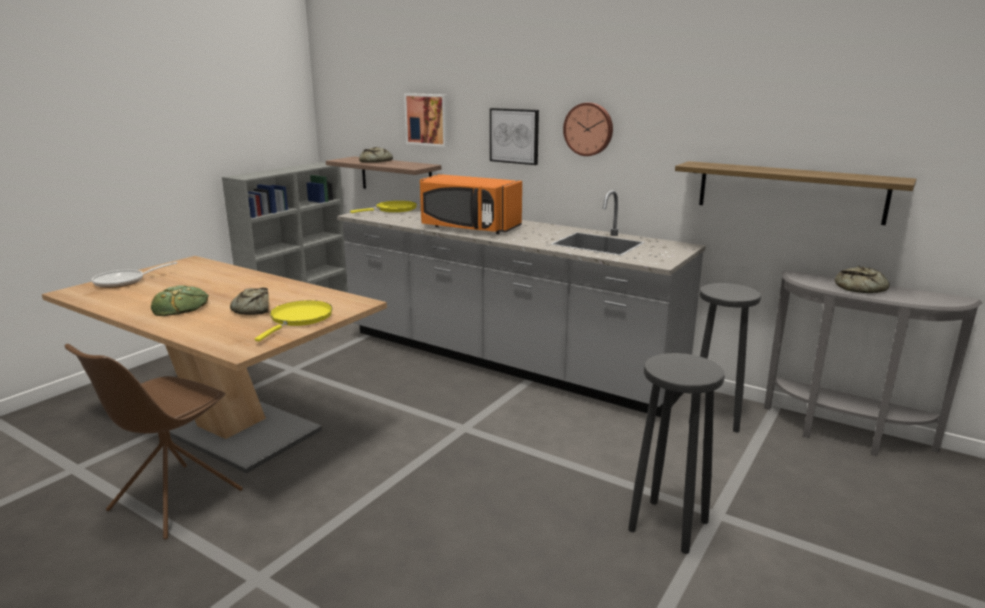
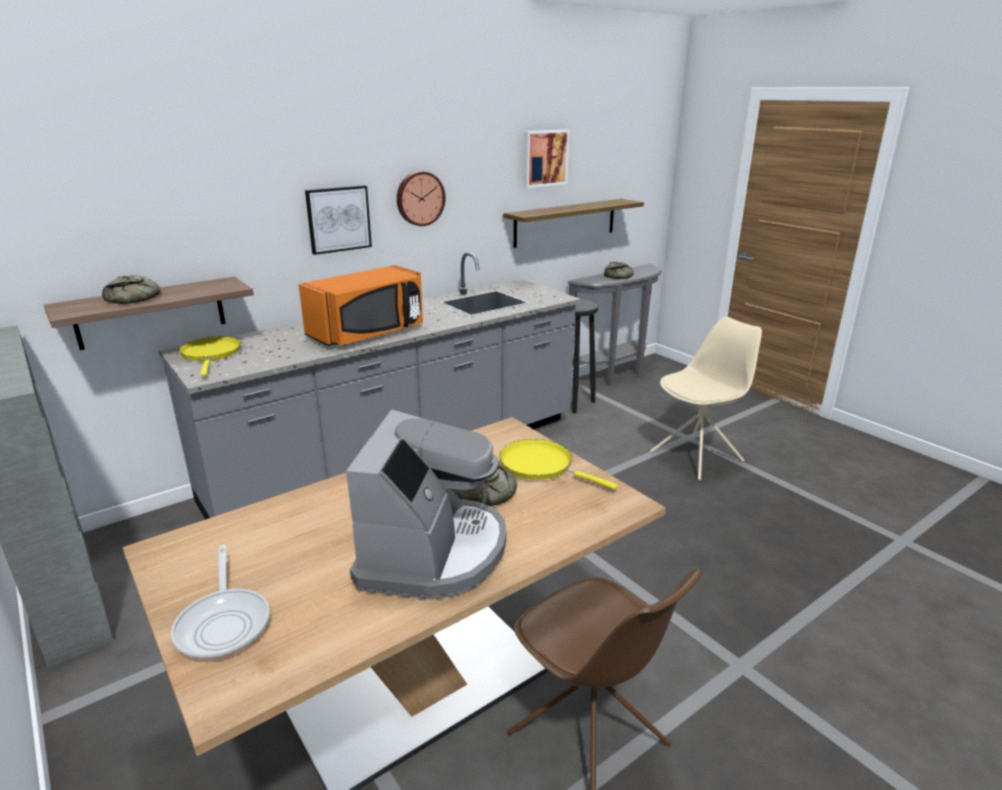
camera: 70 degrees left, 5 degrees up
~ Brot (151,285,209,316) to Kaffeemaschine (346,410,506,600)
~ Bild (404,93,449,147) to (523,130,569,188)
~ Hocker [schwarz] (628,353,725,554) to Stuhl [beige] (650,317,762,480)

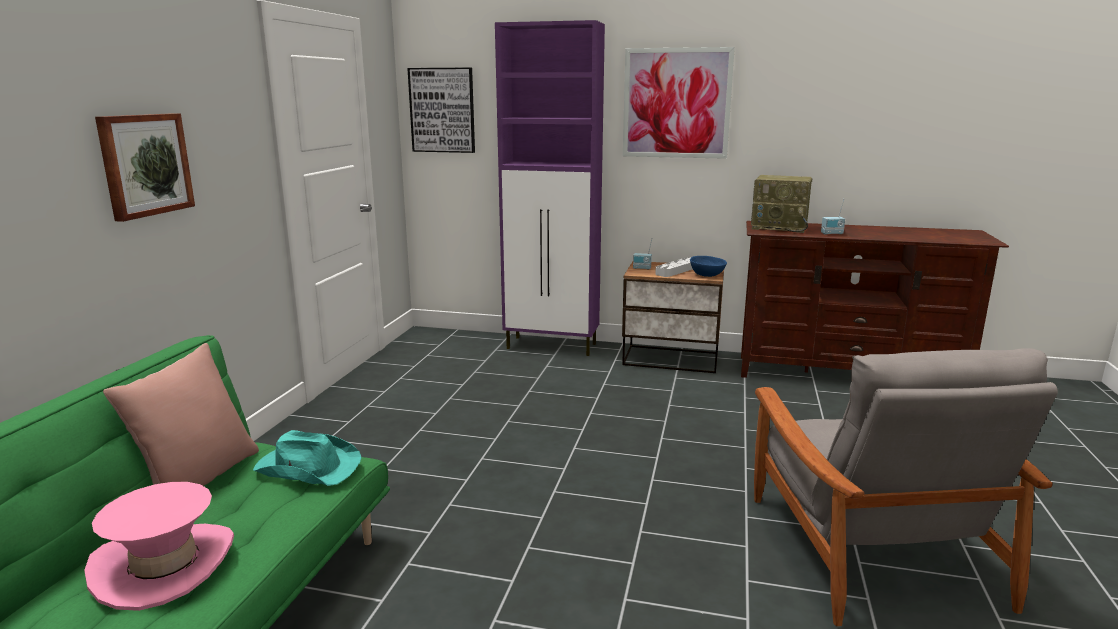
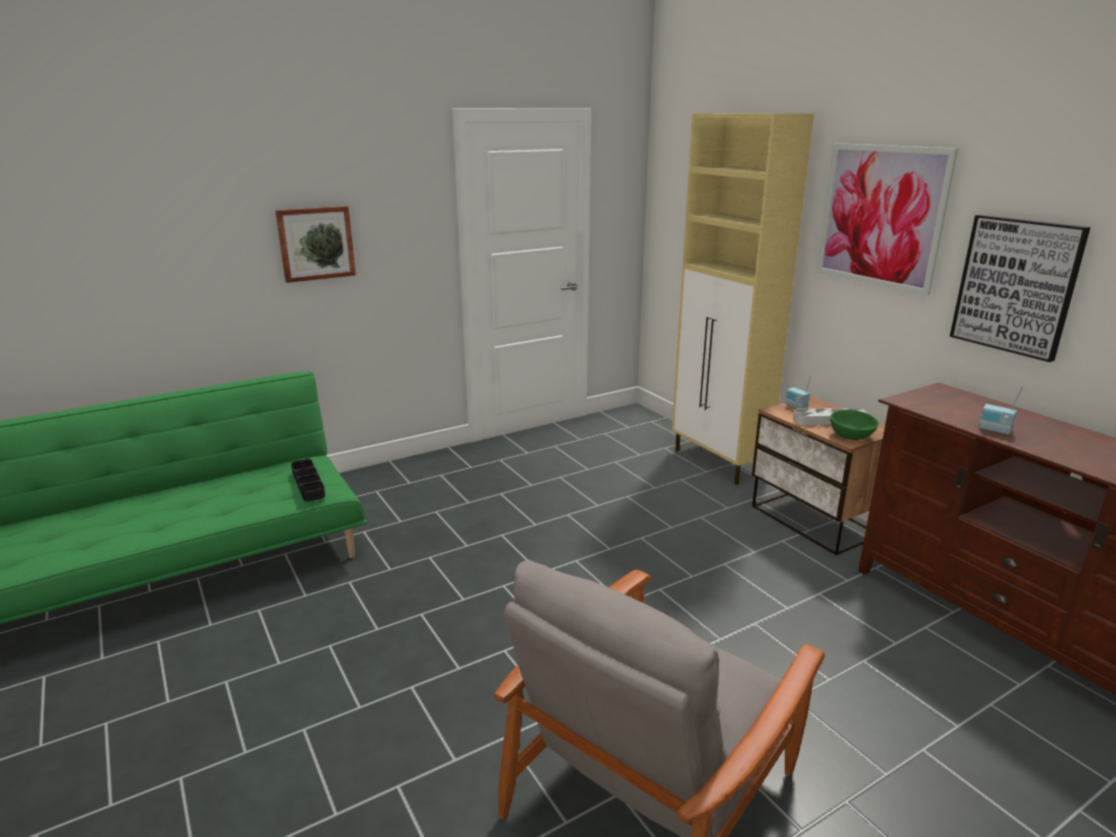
camera: 45 degrees right, 5 degrees up
- Hut [rosa] (84,482,234,611)
- Kissen [rosa] (103,343,259,486)
~ Hut [türkis] (253,430,362,486) to Tablett [schwarz] (291,459,325,501)
~ Bild (407,68,475,153) to (950,215,1091,362)
~ Schrank [lila] (495,20,605,356) to Schrank [beige] (672,113,814,485)
~ Schüssel [blau] (690,256,727,277) to Schüssel [grün] (830,409,879,440)
- Radio (751,175,812,233)

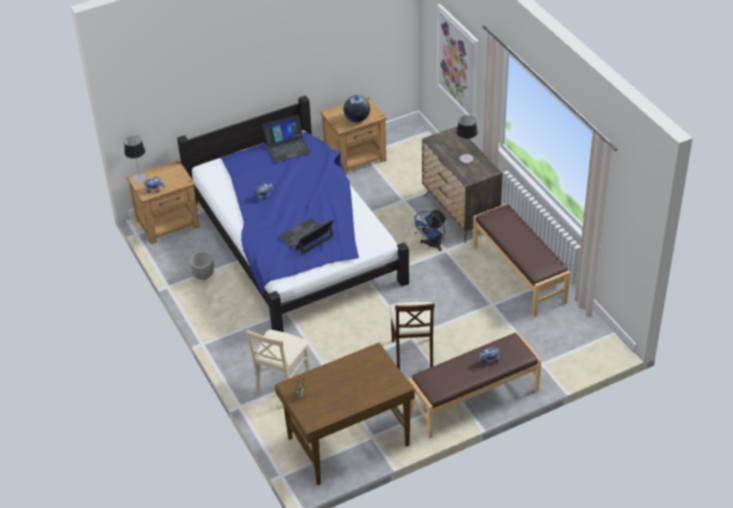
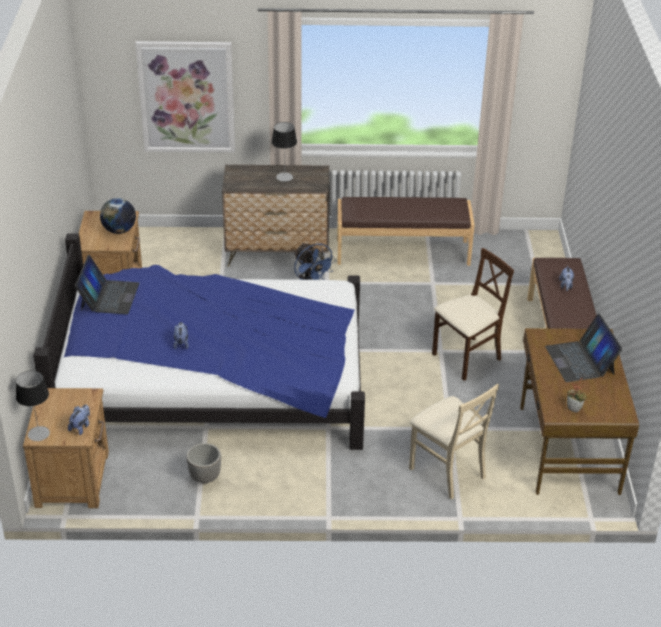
camera: 65 degrees left, 5 degrees down
~ Laptop (279,218,334,255) to (545,314,622,382)
~ Stuhl [beige] (389,302,435,370) = (432,248,514,381) 60 degrees counterclockwise

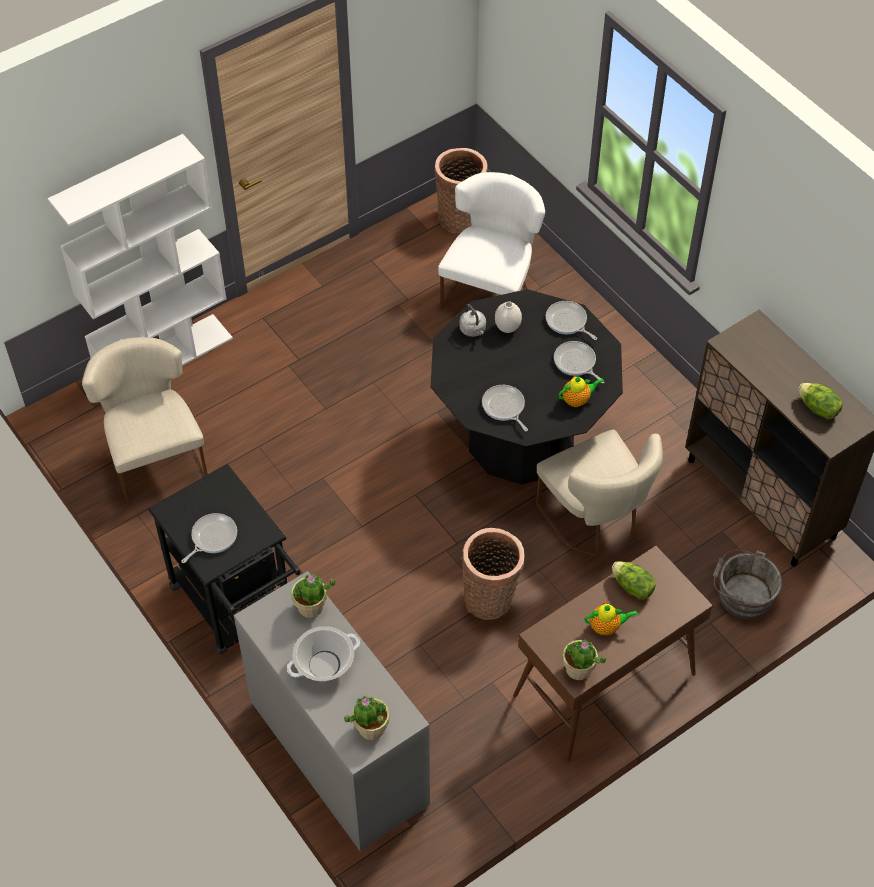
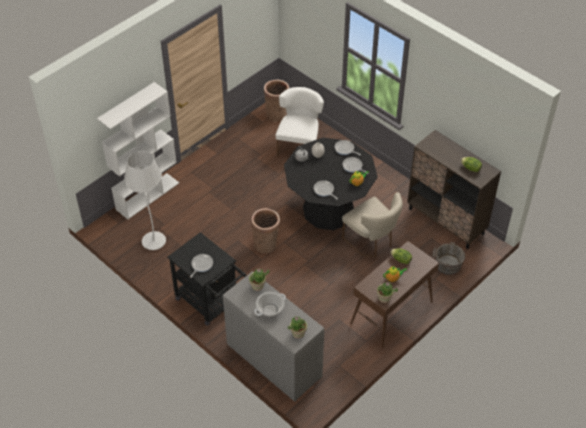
camera: 10 degrees left, 5 degrees down
~ Stuhl [beige] (82,337,208,504) to Stehlampe [weiß] (125,151,166,250)
~ Korb (461,528,525,620) to (251,208,280,253)

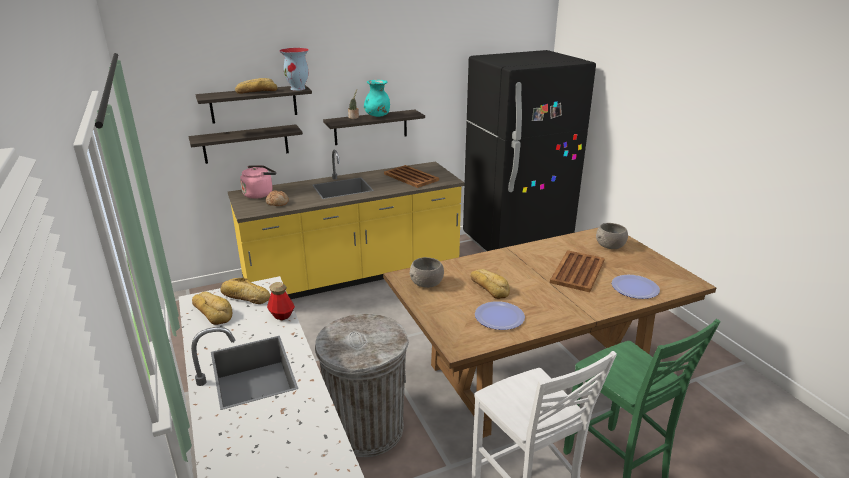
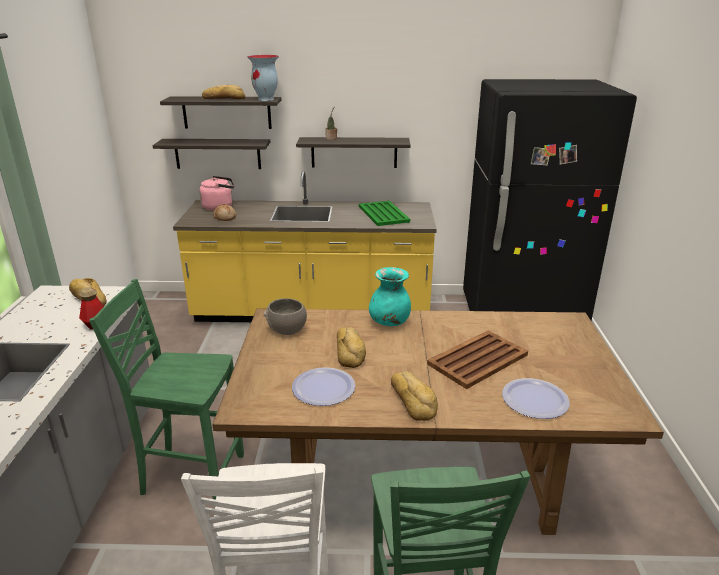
camera: 25 degrees right, 0 degrees up
~ Brot (192,292,232,325) to (391,371,438,421)
~ Mülleimer [grau] (315,313,409,457) to Stuhl [grün] (89,279,244,500)
~ Vase [türkis] (364,80,390,117) to (369,267,411,326)
~ Tablett [braun] (384,165,439,188) to Tablett [grün] (359,201,410,226)
- Schüssel [grau] (596,223,628,249)

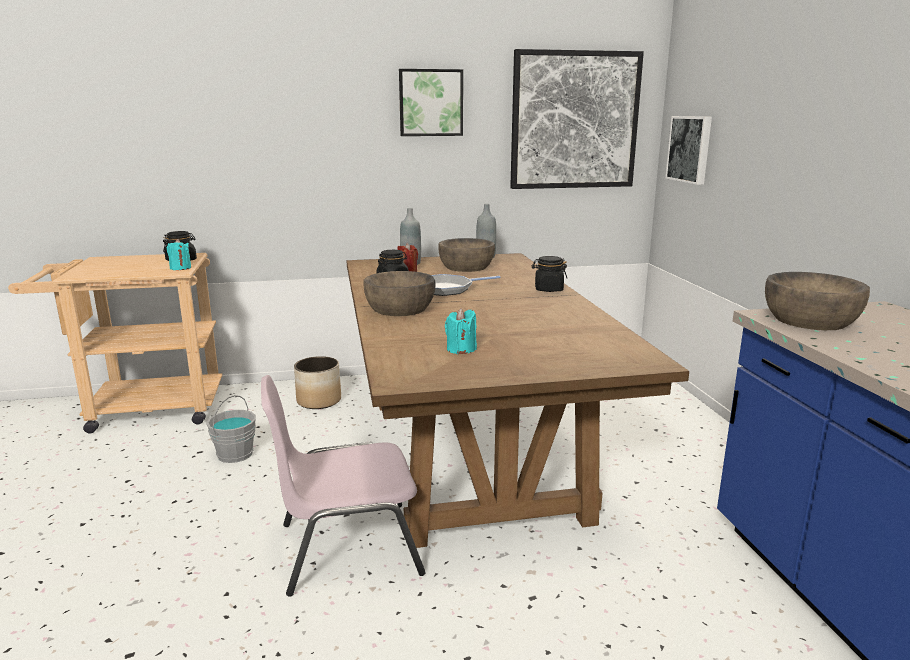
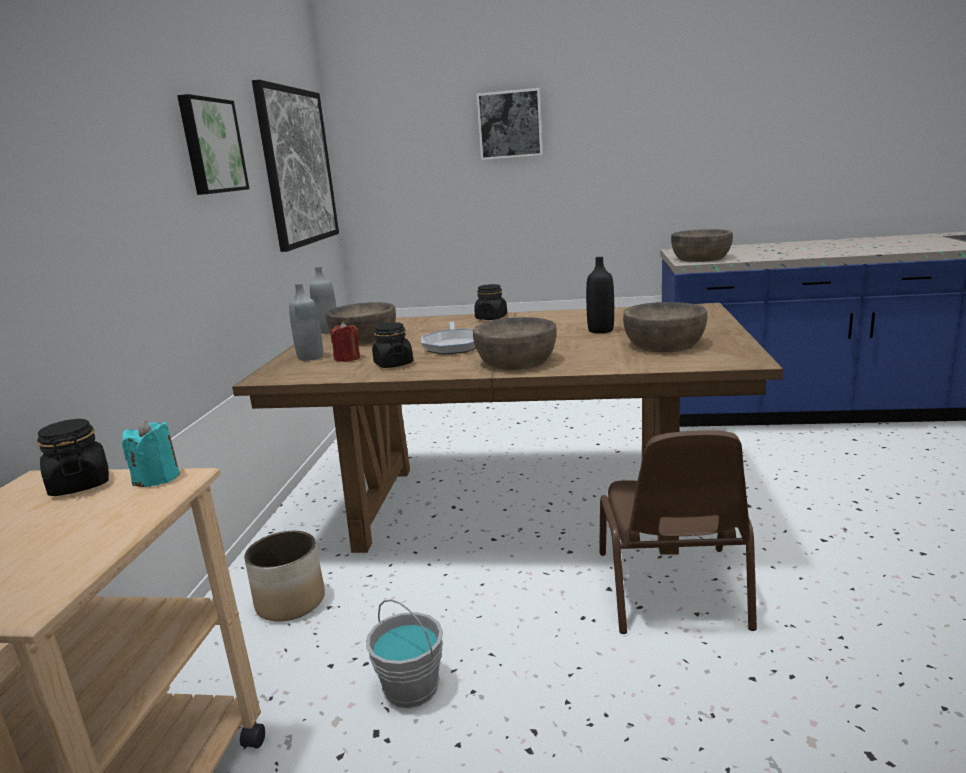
camera: 70 degrees left, 0 degrees up
~ Stuhl [rosa] (261,375,426,597) to Stuhl [braun] (599,430,757,634)
~ Kerze [türkis] (445,308,477,354) to Schüssel [braun] (623,302,707,352)
~ Bild (665,116,712,185) to (476,88,543,160)
+ Flasche [schwarz] (586,257,614,333)

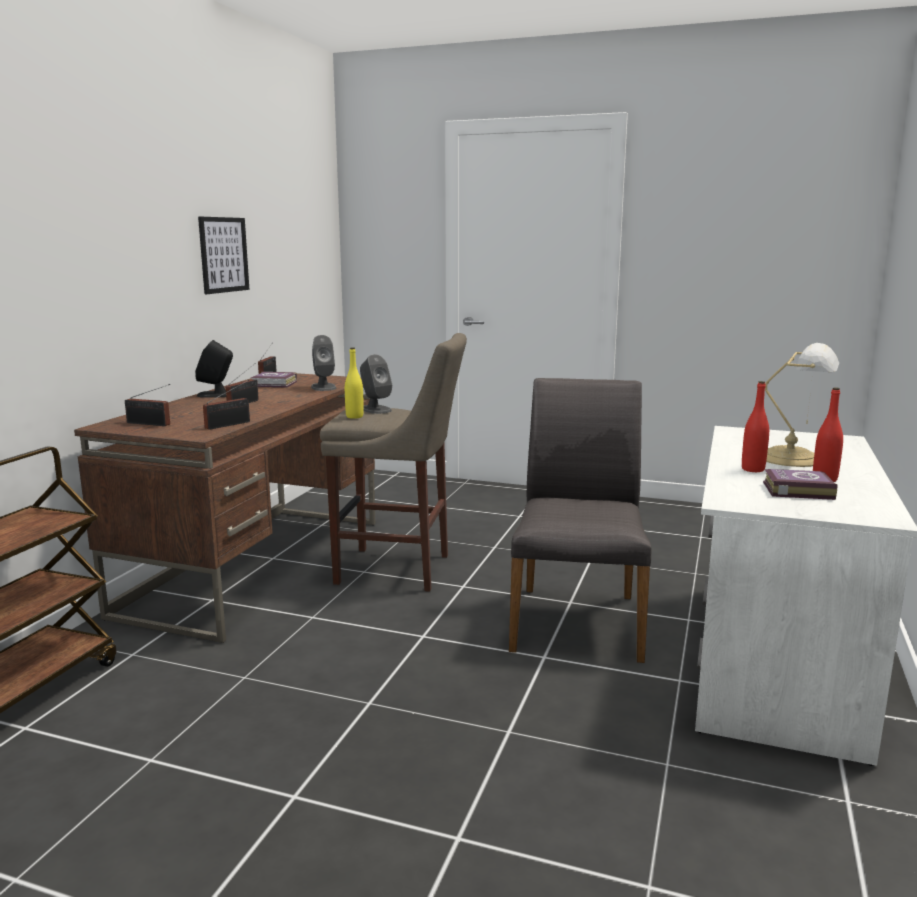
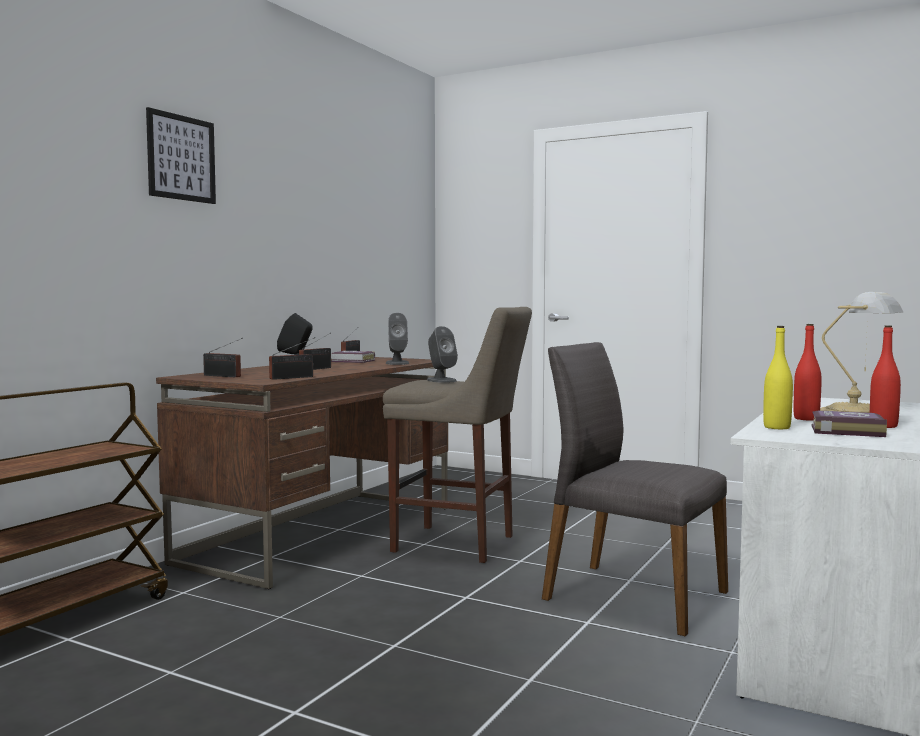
camera: 10 degrees right, 10 degrees down
~ Bild (198,217,249,294) to (146,107,216,204)
~ Flasche [gelb] (345,347,364,419) to (763,326,793,429)
~ Stuhl [grau] (509,378,652,663) = (542,342,728,637) 75 degrees counterclockwise

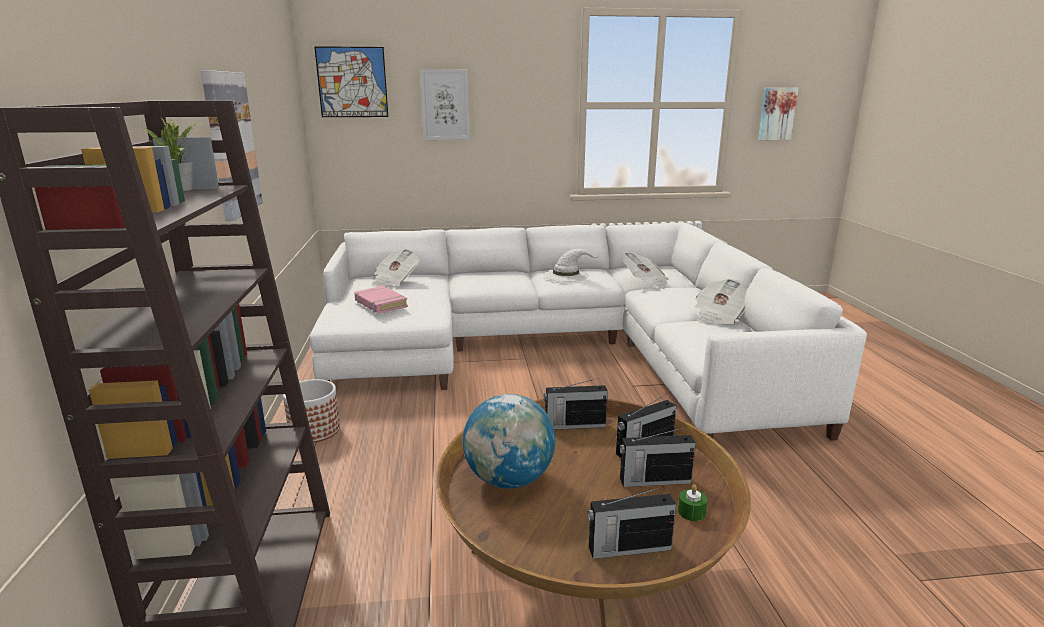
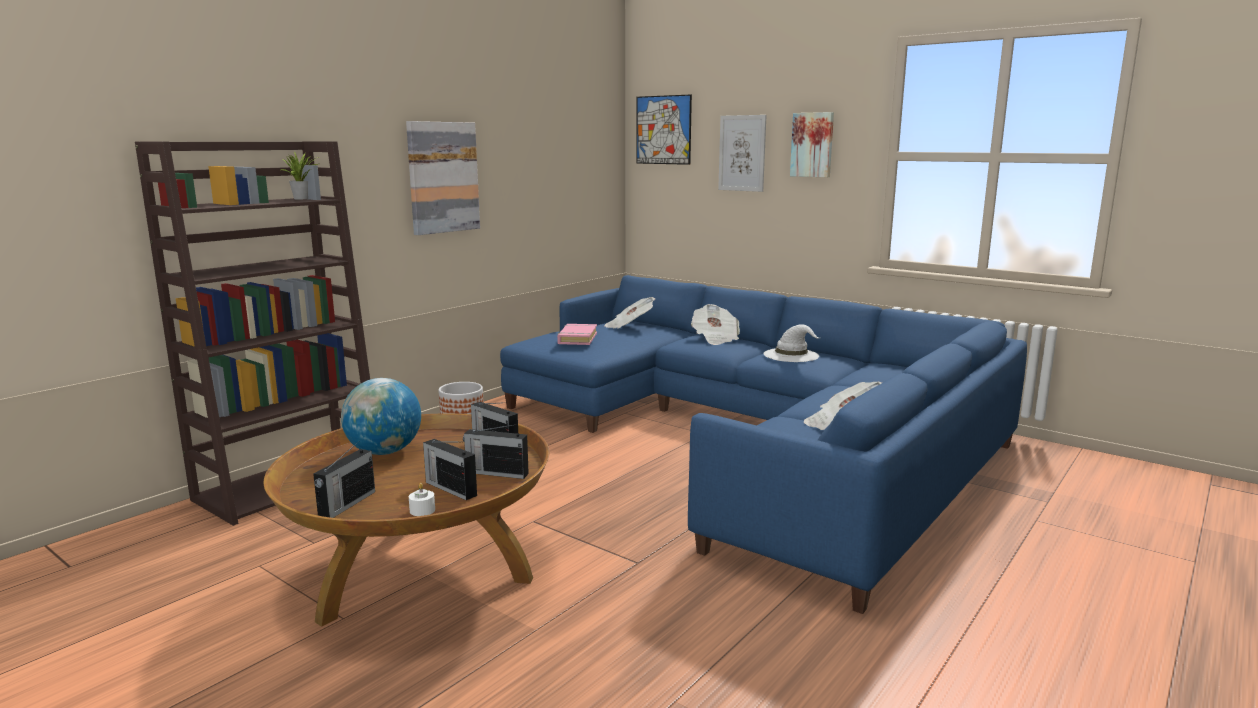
camera: 45 degrees right, 5 degrees down
~ Sofa [weiß] (310,223,867,441) to Sofa [blau] (500,275,1027,614)
~ Radio (588,486,676,559) = (313,441,375,518) 105 degrees counterclockwise
~ Zeitung (623,252,669,289) to (691,304,740,345)
~ Kerze [grün] (678,485,707,521) to Kerze [weiß] (409,483,435,516)
~ Bild (758,87,799,140) to (790,112,834,177)

